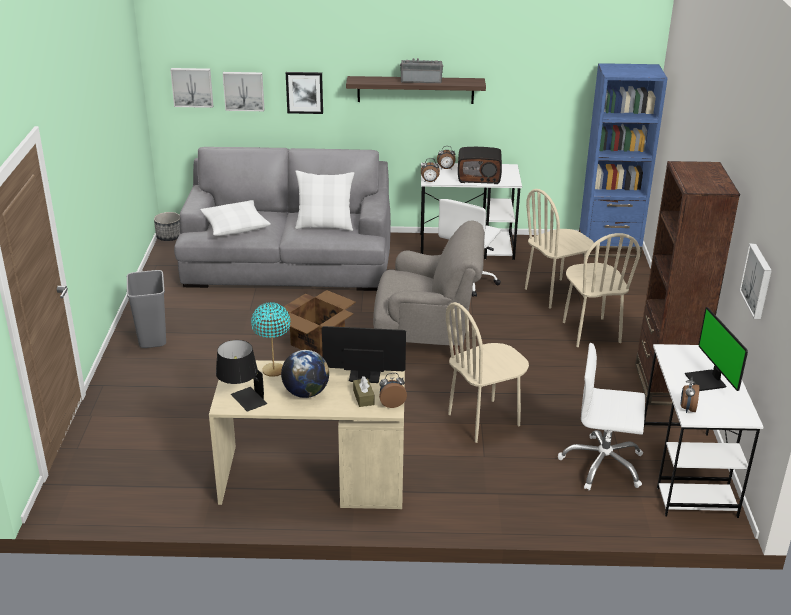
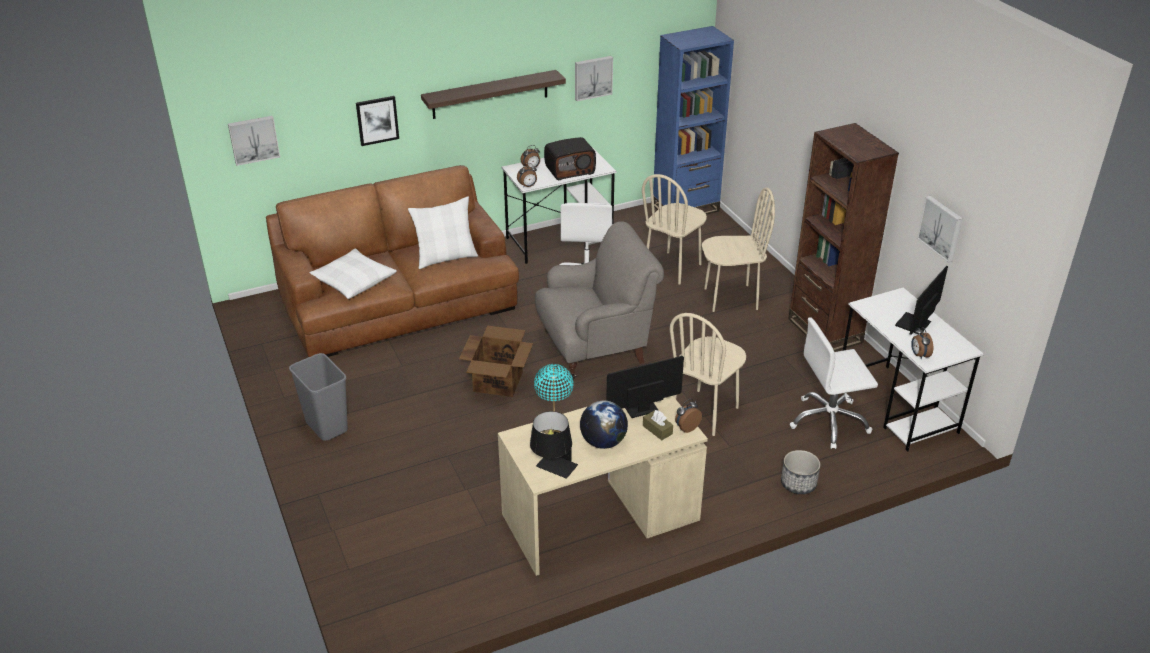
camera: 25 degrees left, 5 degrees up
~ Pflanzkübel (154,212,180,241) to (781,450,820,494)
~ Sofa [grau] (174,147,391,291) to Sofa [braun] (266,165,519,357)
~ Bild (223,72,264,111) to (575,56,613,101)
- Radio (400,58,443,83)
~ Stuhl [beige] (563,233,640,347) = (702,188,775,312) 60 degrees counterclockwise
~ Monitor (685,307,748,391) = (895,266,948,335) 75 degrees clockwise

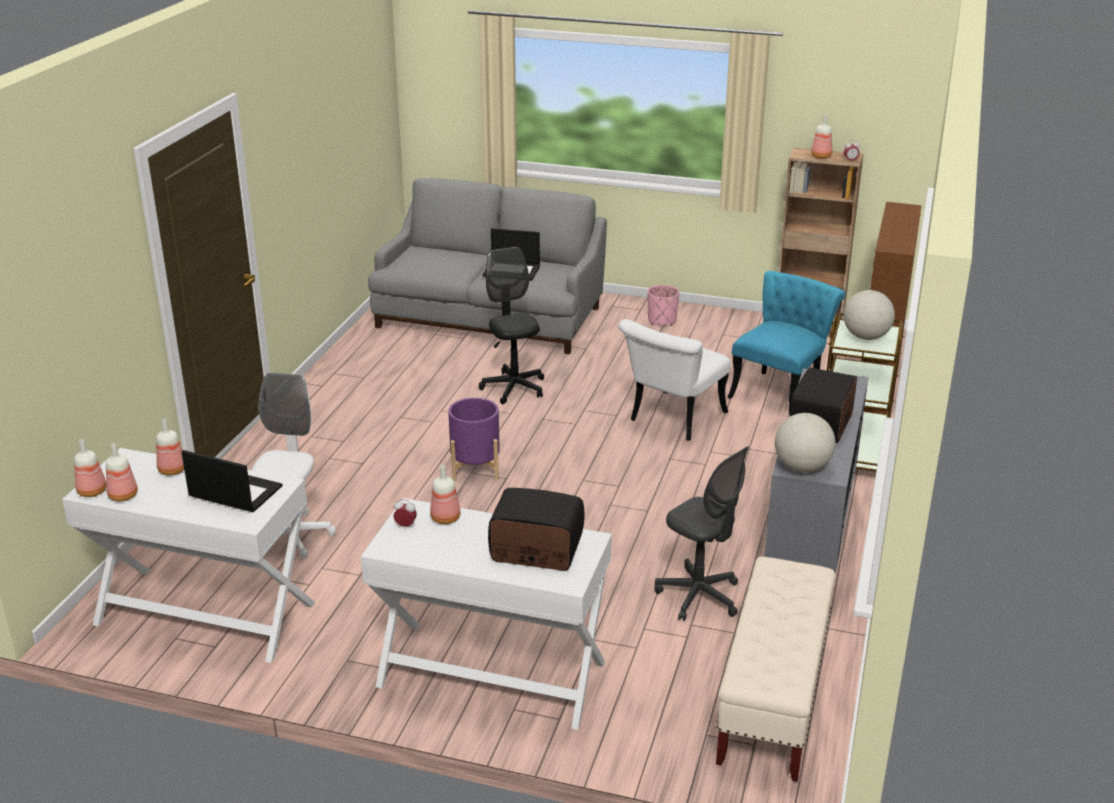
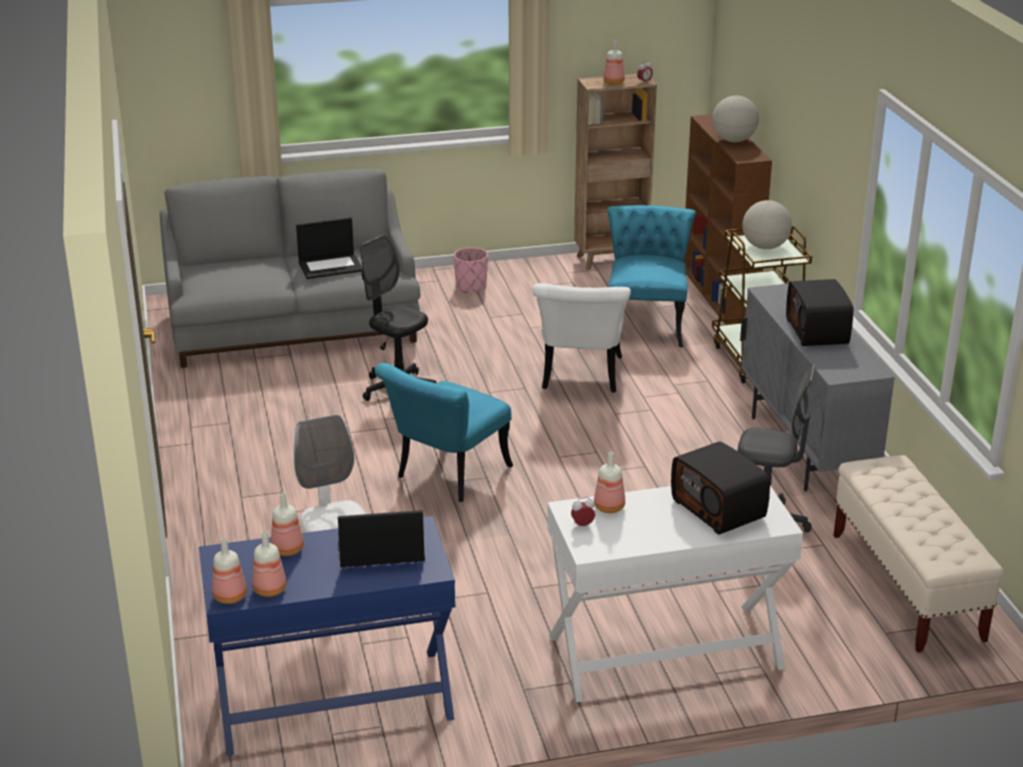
camera: 30 degrees left, 0 degrees up
~ Schreibtisch [weiß] (62,448,316,663) to Schreibtisch [blau] (199,516,455,756)
~ Pflanzkübel [lila] (448,398,500,481) to Stuhl [türkis] (375,363,513,502)
~ Radio (488,488,584,571) = (671,442,770,534) 105 degrees counterclockwise
~ Globus (775,413,836,473) to (712,96,759,142)

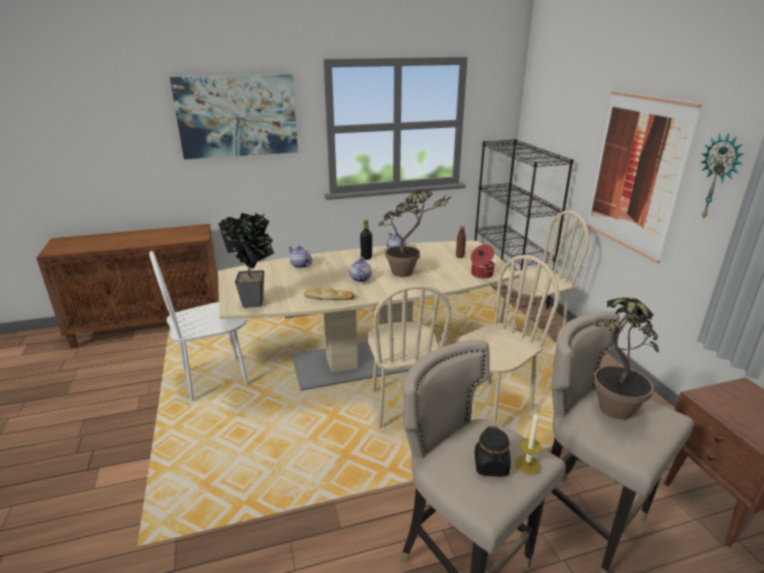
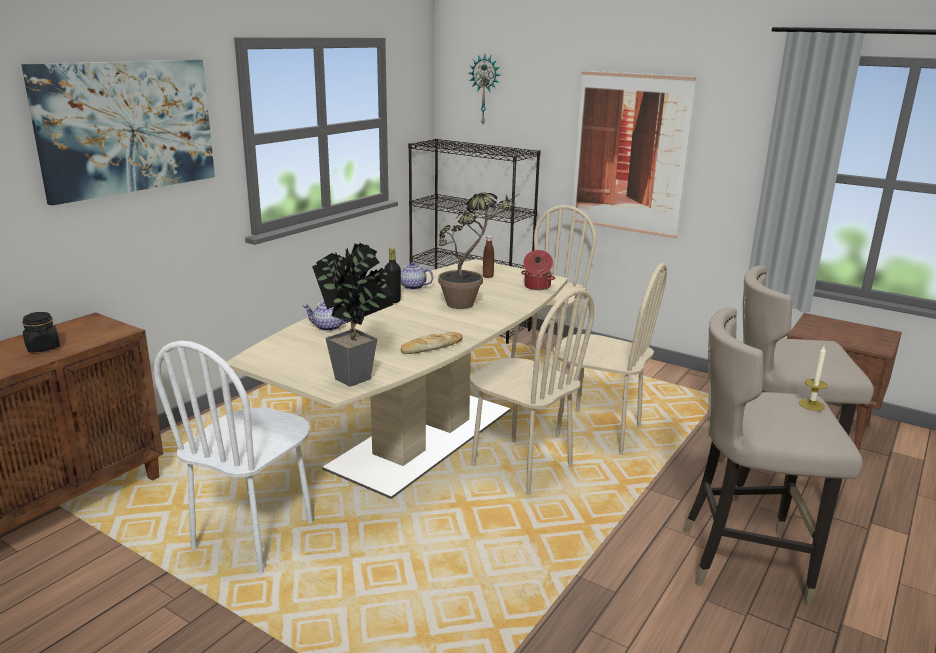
camera: 40 degrees left, 5 degrees down
- Teekanne (349,257,372,282)
~ Stuhl [beige] (455,255,559,423) = (553,263,667,455) 105 degrees clockwise
~ Vorratsglas [schwarz] (475,426,511,477) to (22,312,60,353)
- Topfpflanze (593,298,659,420)
~ Wanduhr (700,133,744,219) to (469,54,500,124)

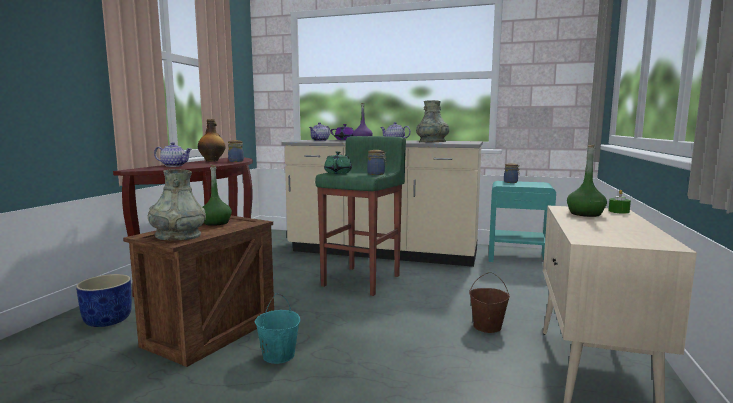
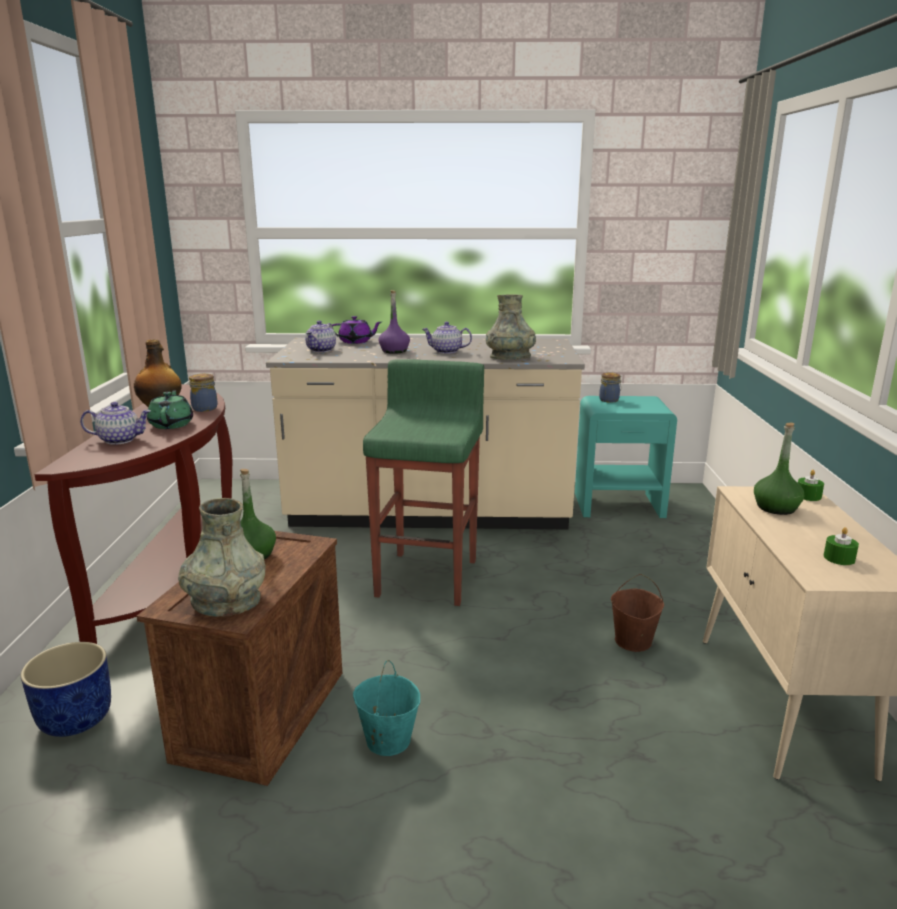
camera: 15 degrees left, 10 degrees up
~ Teekanne [grün] (324,151,352,174) to (147,390,193,429)
- Vorratsglas (367,150,387,175)
+ Kerze [grün] (823,527,859,565)

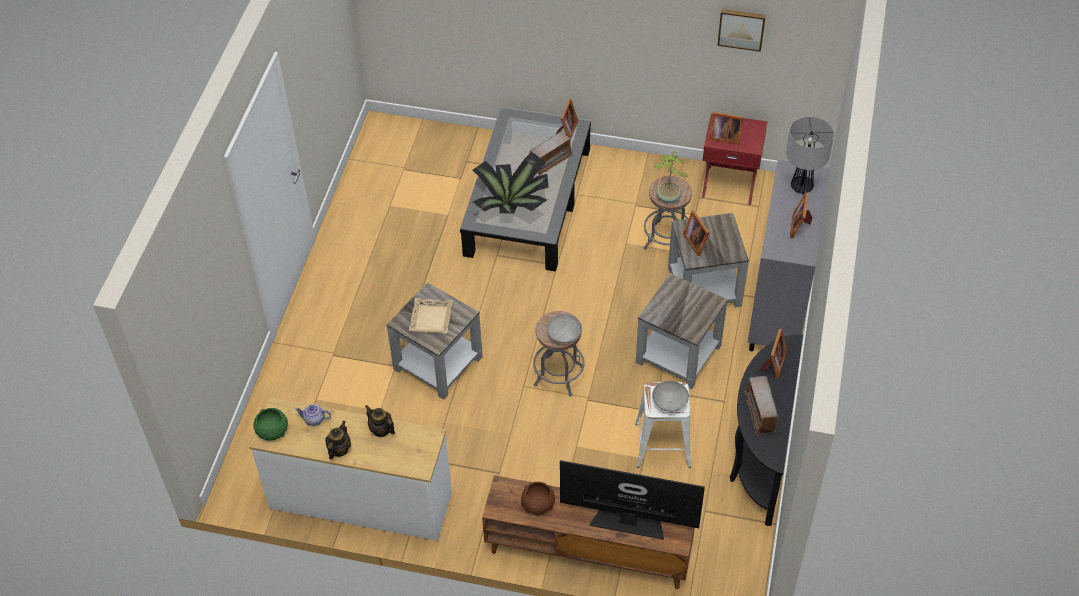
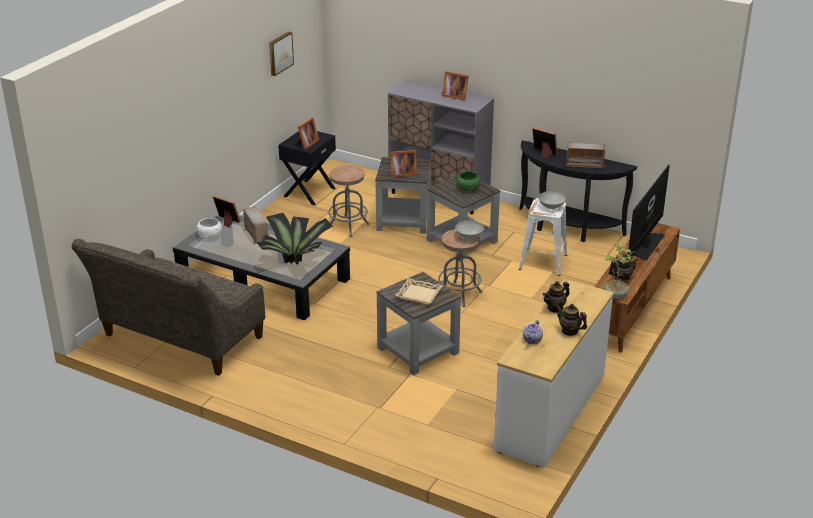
camera: 75 degrees left, 20 degrees down
~ Schüssel [grün] (253,408,288,441) to (456,171,481,191)
~ Schüssel [braun] (521,482,555,515) to Teekanne (609,254,638,282)
~ Topfpflanze (655,151,688,203) to (605,242,636,299)
~ Nachttisch [rot] (702,113,767,205) to Nachttisch [schwarz] (278,131,336,205)
- Tischlampe (786,117,834,195)
+ Sofa [grau] (72,239,265,376)
+ Schüssel [weiß] (197,218,222,239)

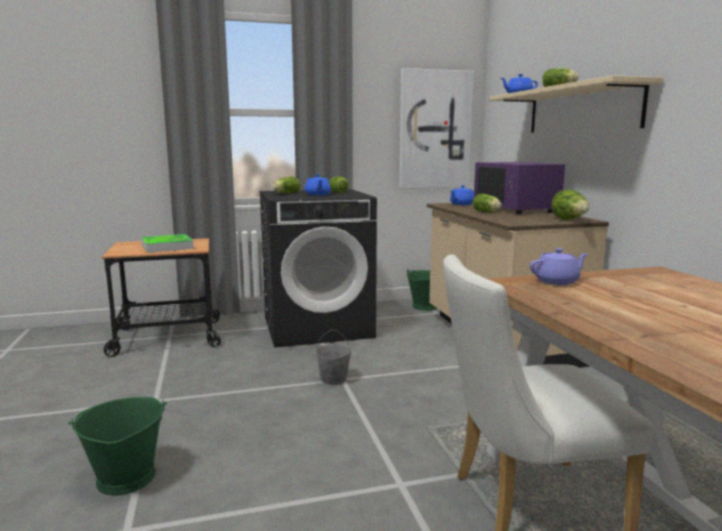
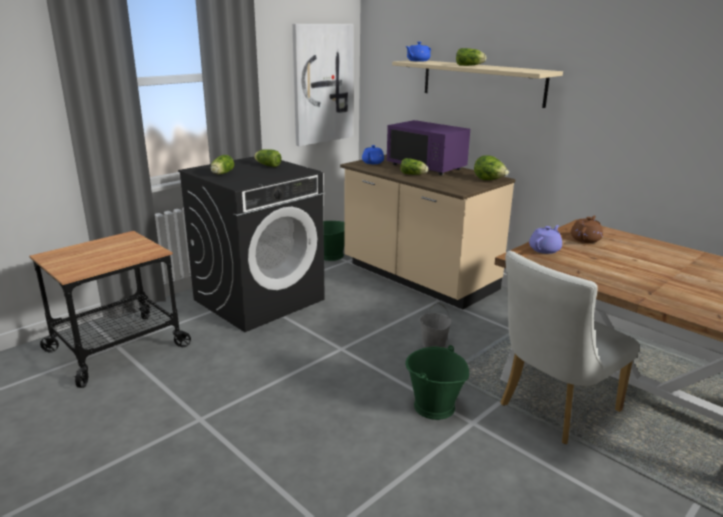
camera: 30 degrees left, 10 degrees up
~ Eimer [grün] (68,397,167,495) to (405,345,469,420)
- Tablett (141,234,194,253)
- Teekanne [blau] (305,174,331,195)
~ Eimer [grau] (315,329,352,385) to (420,303,451,348)
+ Teekanne [braun] (571,215,603,243)

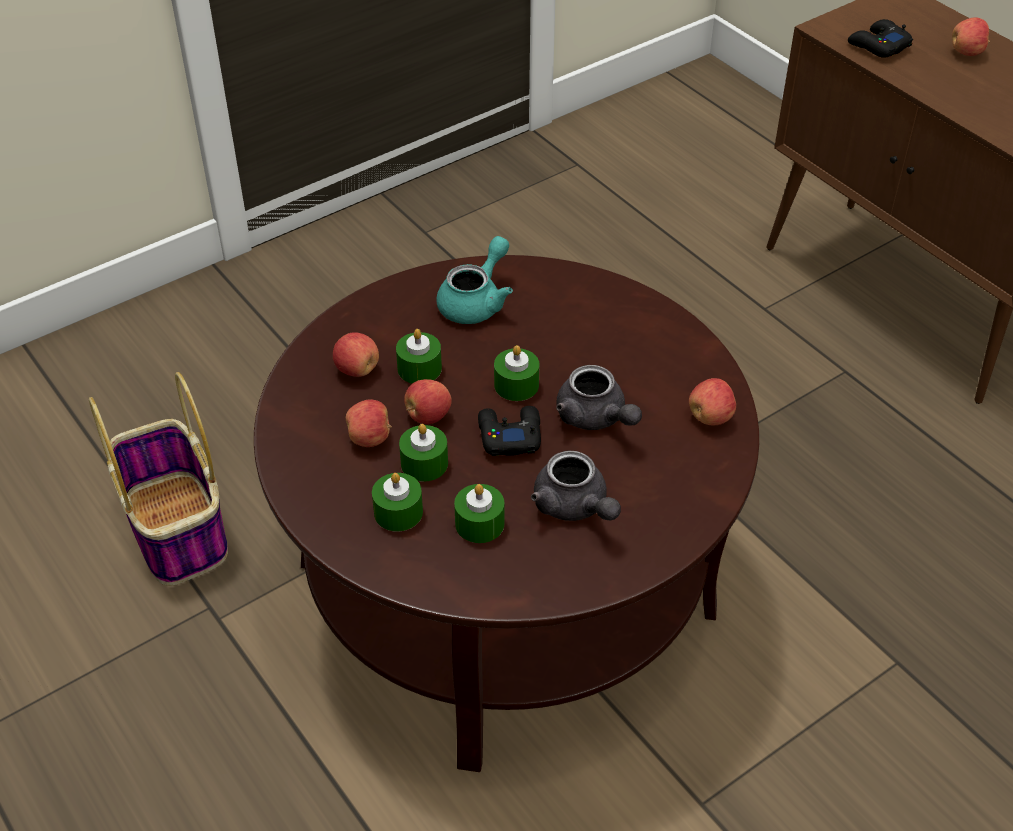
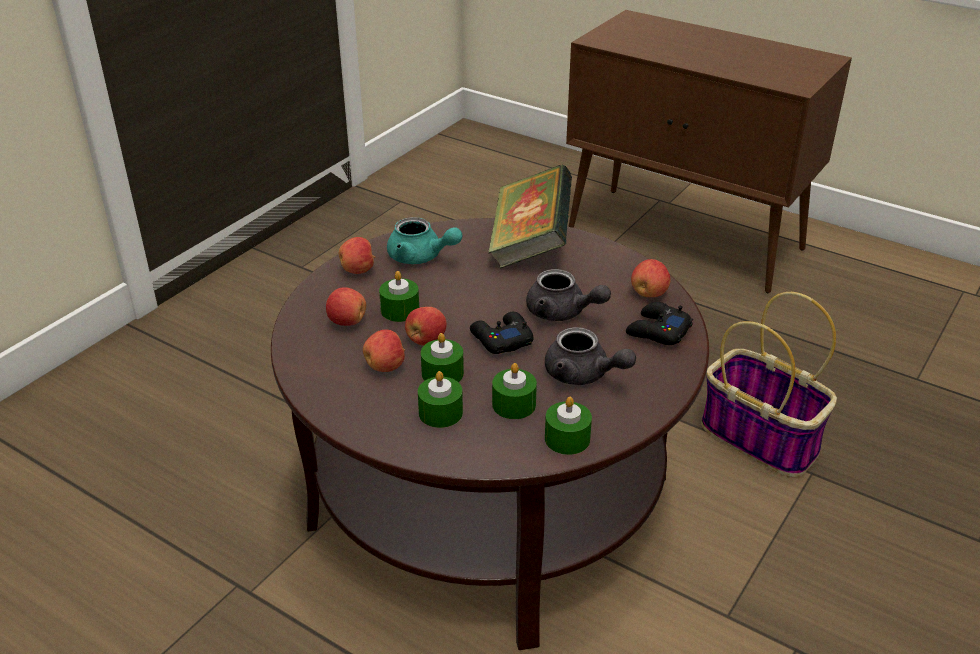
camera: 20 degrees left, 10 degrees down
~ Korb (89,372,228,585) to (701,292,837,477)
~ Teekanne [türkis] (436,236,513,324) = (387,217,462,264) 105 degrees clockwise
~ Kerze [grün] (494,345,540,401) to (545,397,592,455)
~ Gamepad [schwarz] (848,19,913,58) to (626,302,693,345)
~ Apfel (952,18,990,56) to (339,237,375,274)
+ Buch (489,164,572,269)

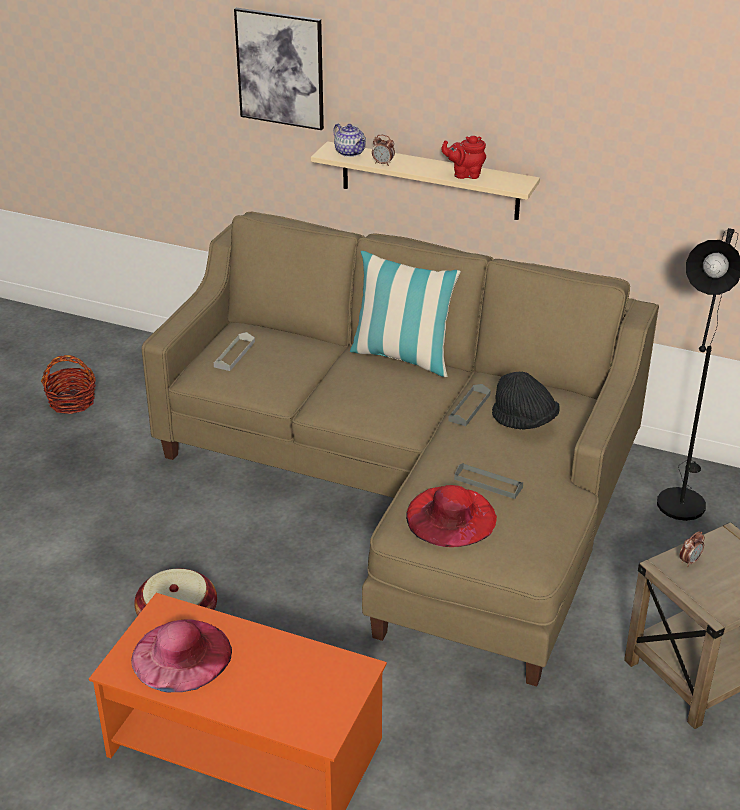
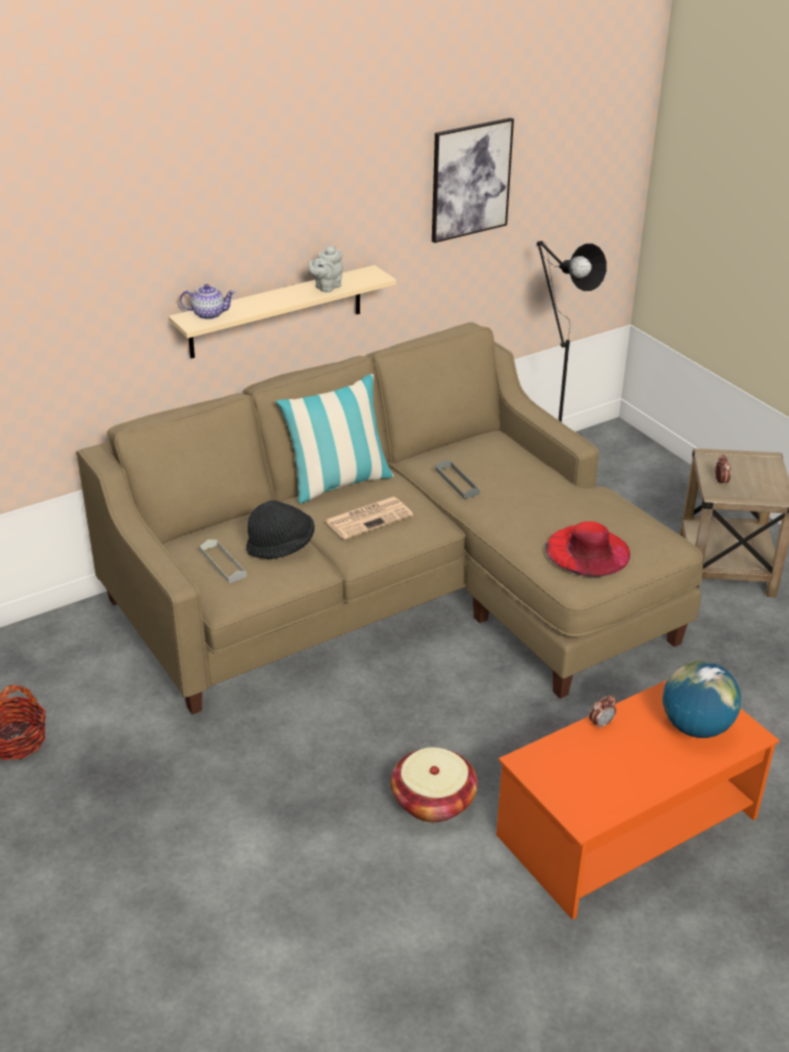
camera: 55 degrees left, 0 degrees up
- Hut [rosa] (131,619,232,692)
~ Bild (234,8,324,130) to (432,118,514,243)
~ Wecker (372,135,395,166) to (589,695,616,730)
~ Teekanne [rot] (441,136,486,179) to Teekanne [grau] (308,245,343,292)
- Tablett [grau] (454,463,523,499)
~ Hut [schwarz] (492,372,560,430) to (246,500,315,559)
+ Zeitung (325,497,413,539)
+ Globus (663,661,741,738)

